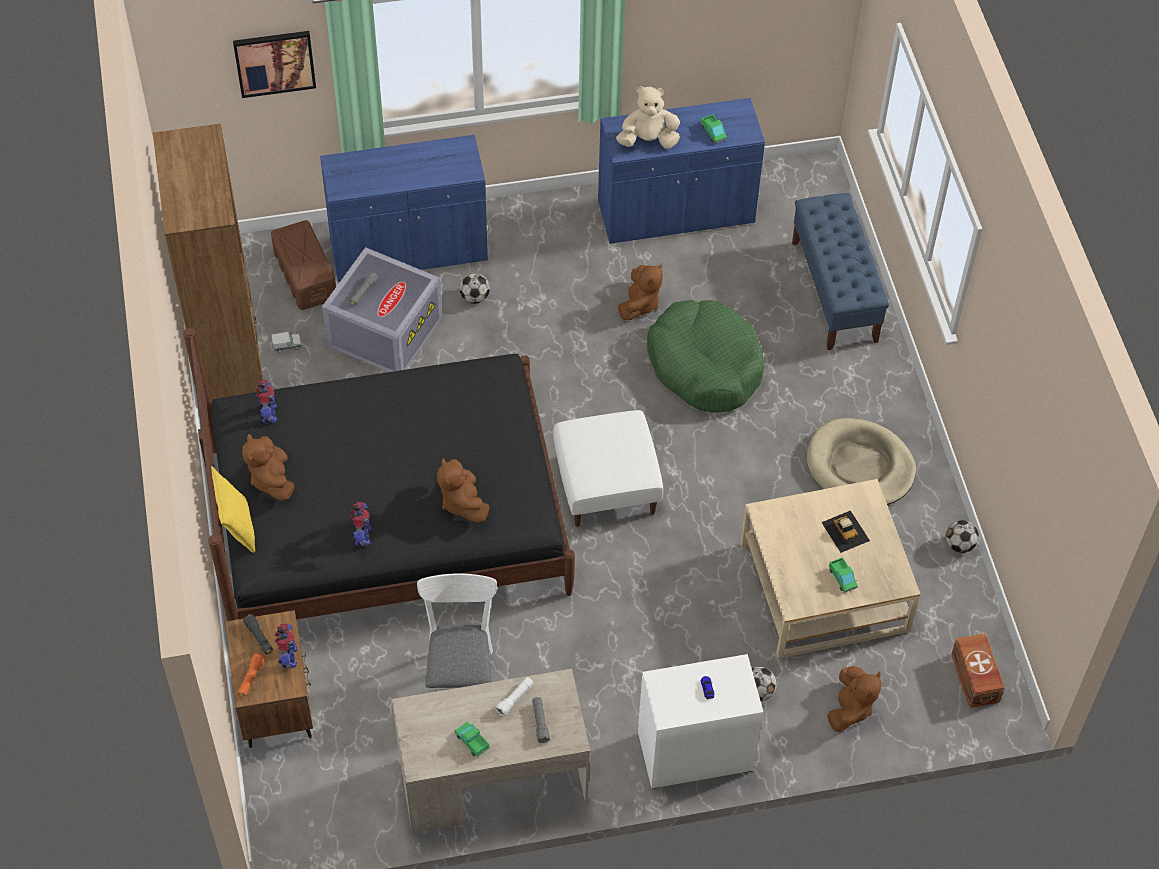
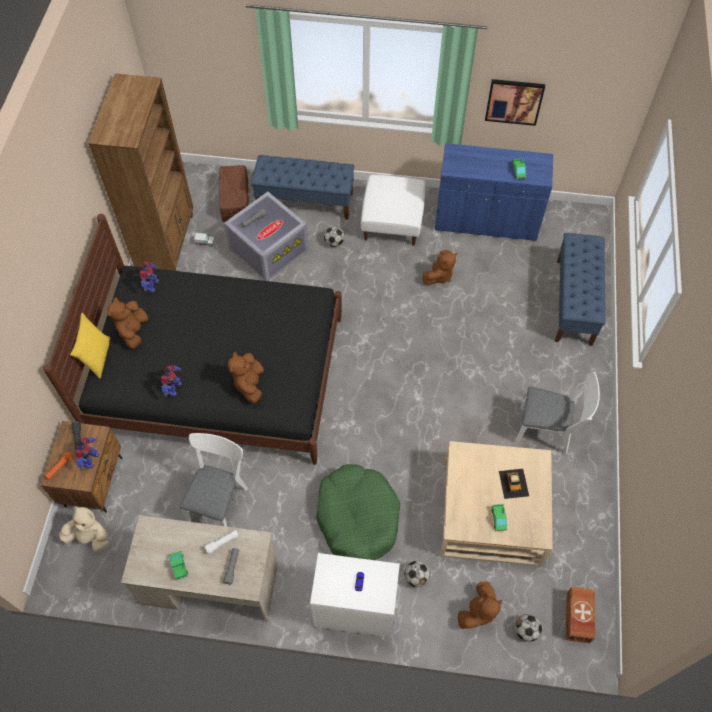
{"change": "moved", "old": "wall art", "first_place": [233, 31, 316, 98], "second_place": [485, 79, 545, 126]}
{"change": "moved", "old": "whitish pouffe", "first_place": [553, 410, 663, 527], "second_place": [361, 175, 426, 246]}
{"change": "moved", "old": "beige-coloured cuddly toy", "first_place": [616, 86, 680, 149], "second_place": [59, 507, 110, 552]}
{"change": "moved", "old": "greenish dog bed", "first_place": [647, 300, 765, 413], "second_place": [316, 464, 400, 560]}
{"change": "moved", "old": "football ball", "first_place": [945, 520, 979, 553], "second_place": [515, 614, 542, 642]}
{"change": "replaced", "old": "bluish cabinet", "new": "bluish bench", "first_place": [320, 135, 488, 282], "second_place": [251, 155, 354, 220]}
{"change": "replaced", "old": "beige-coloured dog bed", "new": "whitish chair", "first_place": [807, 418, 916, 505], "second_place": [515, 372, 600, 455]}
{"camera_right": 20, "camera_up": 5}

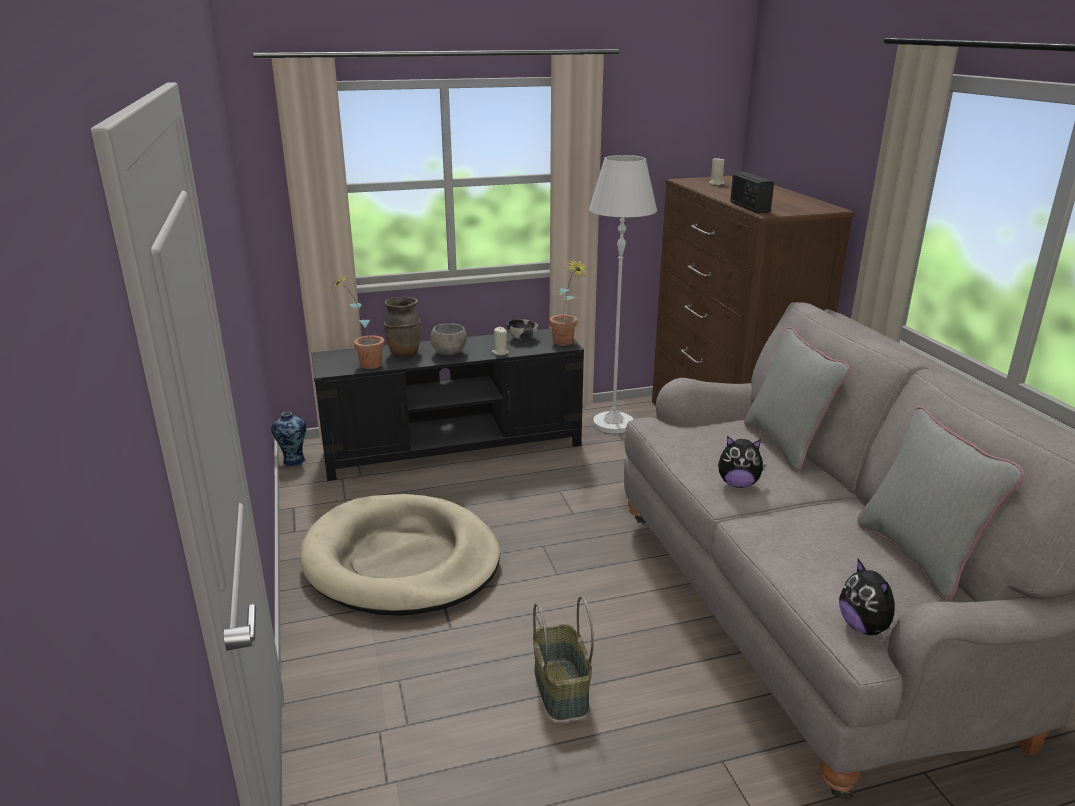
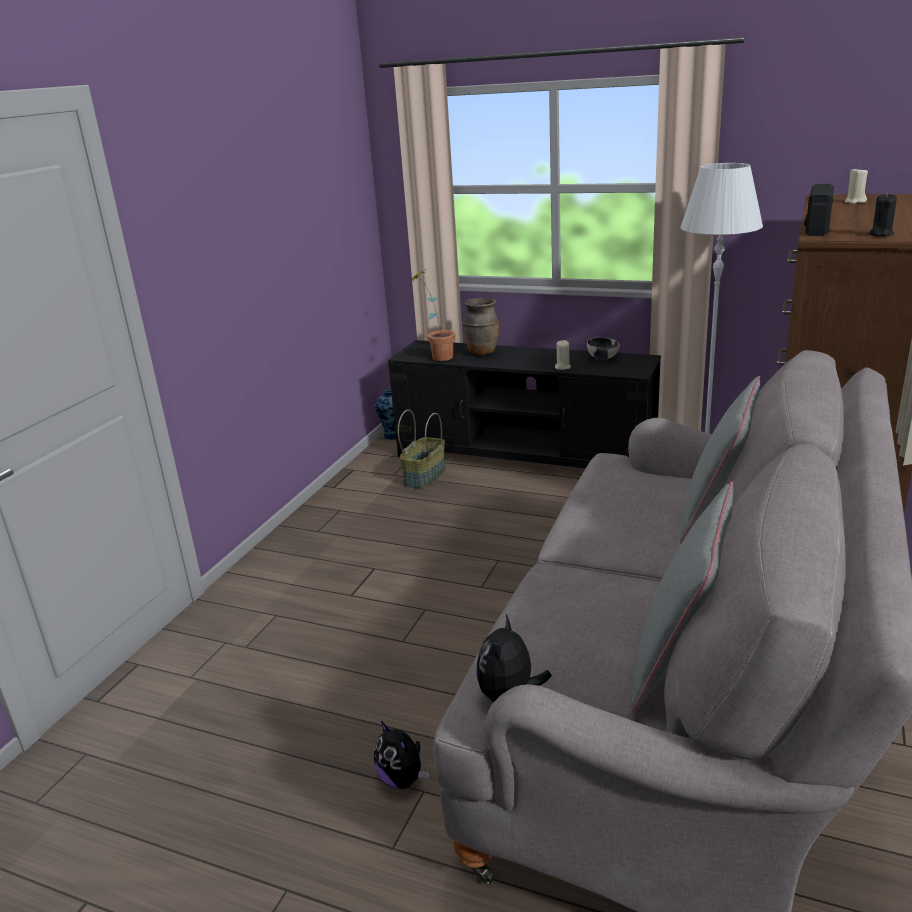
{"change": "removed", "old": "beige-coloured dog bed", "first_place": [300, 494, 500, 616]}
{"change": "removed", "old": "gray bowl", "first_place": [430, 323, 467, 356]}
{"change": "removed", "old": "potted plant", "first_place": [549, 259, 589, 346]}
{"change": "added", "new": "black wax candle", "second_place": [869, 193, 897, 236]}
{"change": "moved", "old": "household basket", "first_place": [533, 596, 594, 720], "second_place": [398, 409, 446, 489]}
{"change": "moved", "old": "cuddly toy", "first_place": [718, 436, 766, 488], "second_place": [374, 721, 429, 789]}
{"camera_right": 40, "camera_up": 0}

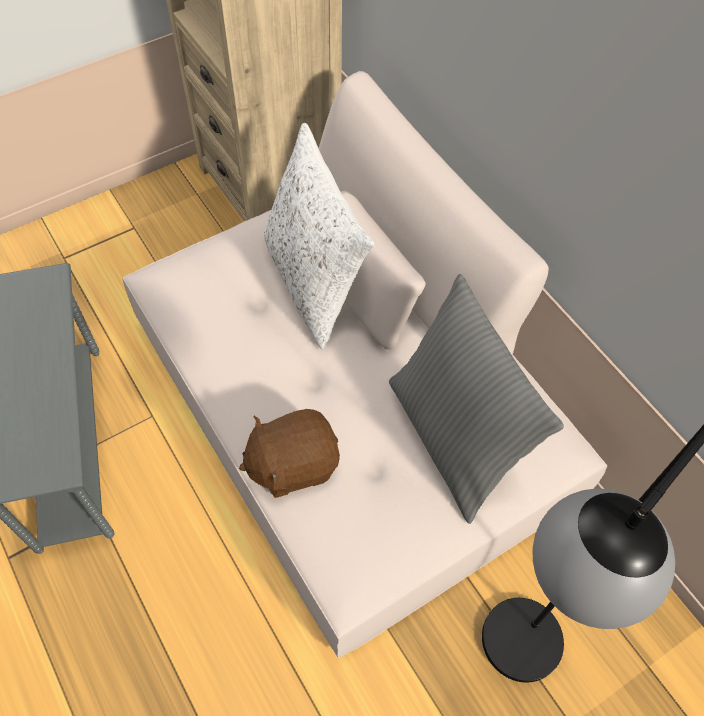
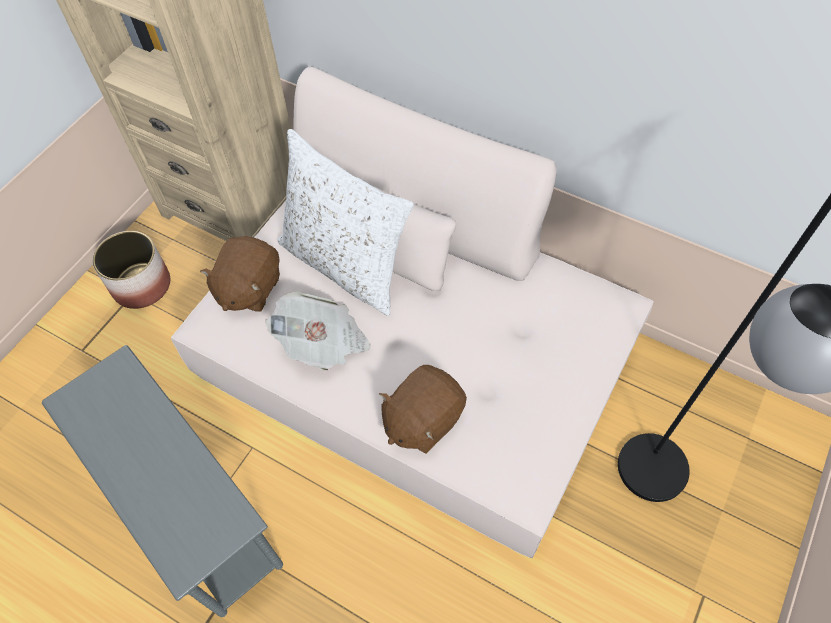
{"change": "removed", "old": "gray pillow", "first_place": [389, 274, 564, 524]}
{"change": "added", "new": "planter", "second_place": [93, 231, 170, 309]}
{"change": "added", "new": "brown cuddly toy", "second_place": [200, 236, 280, 312]}
{"change": "added", "new": "printed paper", "second_place": [265, 291, 371, 370]}
{"camera_right": -25, "camera_up": 0}

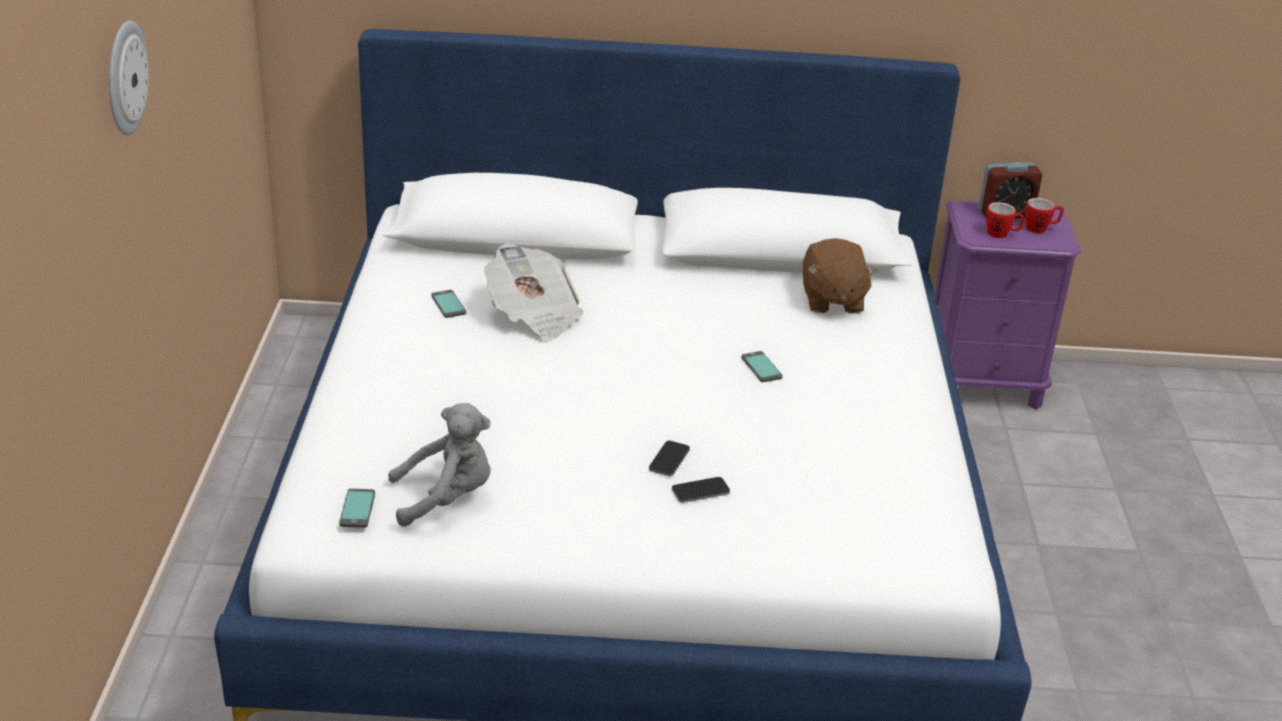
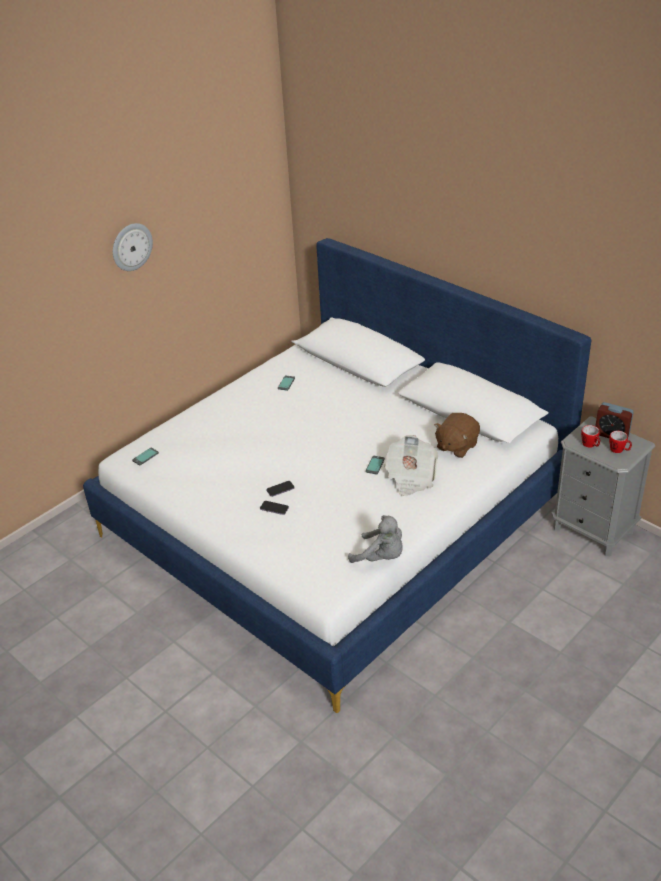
{"change": "moved", "old": "gray cuddly toy", "first_place": [388, 403, 491, 527], "second_place": [348, 515, 403, 563]}
{"change": "moved", "old": "printed paper", "first_place": [484, 244, 584, 341], "second_place": [384, 435, 438, 496]}
{"change": "recoloured", "old": "purplish bedside table", "new": "gray bedside table", "first_place": [934, 201, 1082, 410], "second_place": [551, 416, 655, 556]}
{"camera_right": 45, "camera_up": 5}

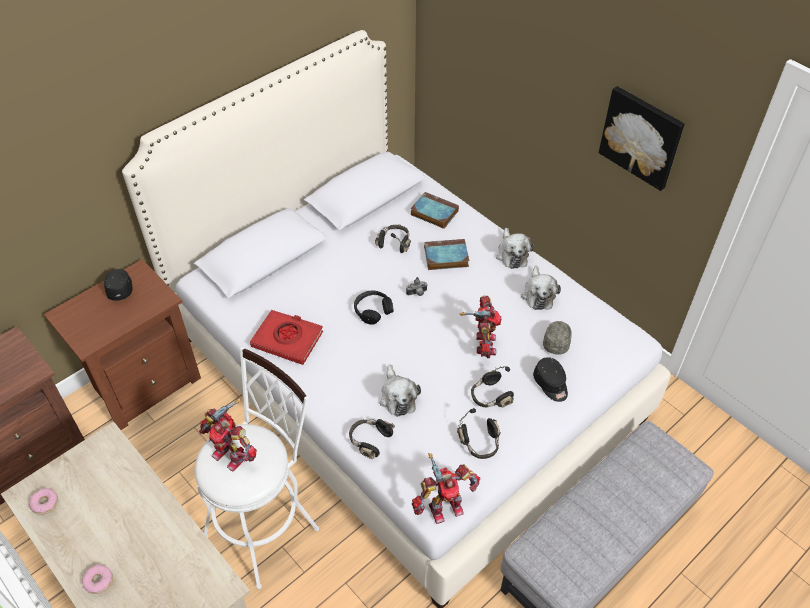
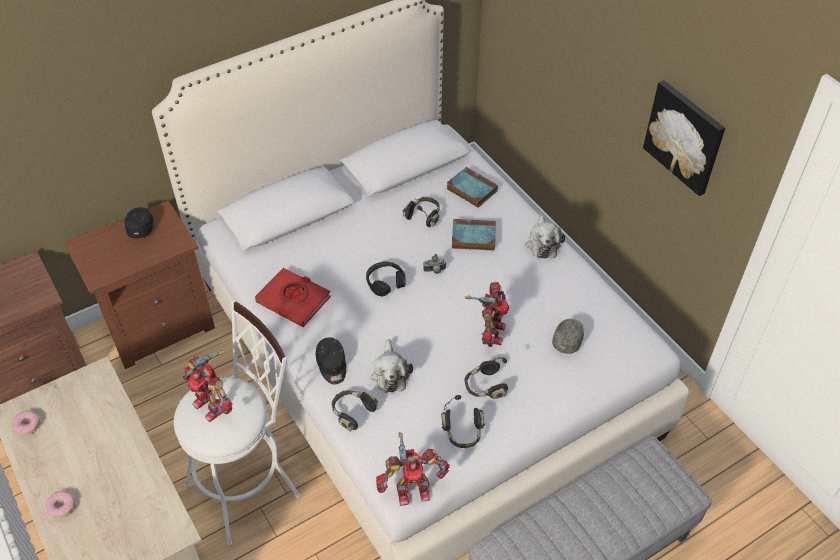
{"change": "removed", "old": "cuddly toy", "first_place": [521, 266, 561, 310]}
{"change": "moved", "old": "black peaked cap", "first_place": [533, 357, 568, 402], "second_place": [316, 337, 346, 384]}
{"camera_right": 10, "camera_up": 0}

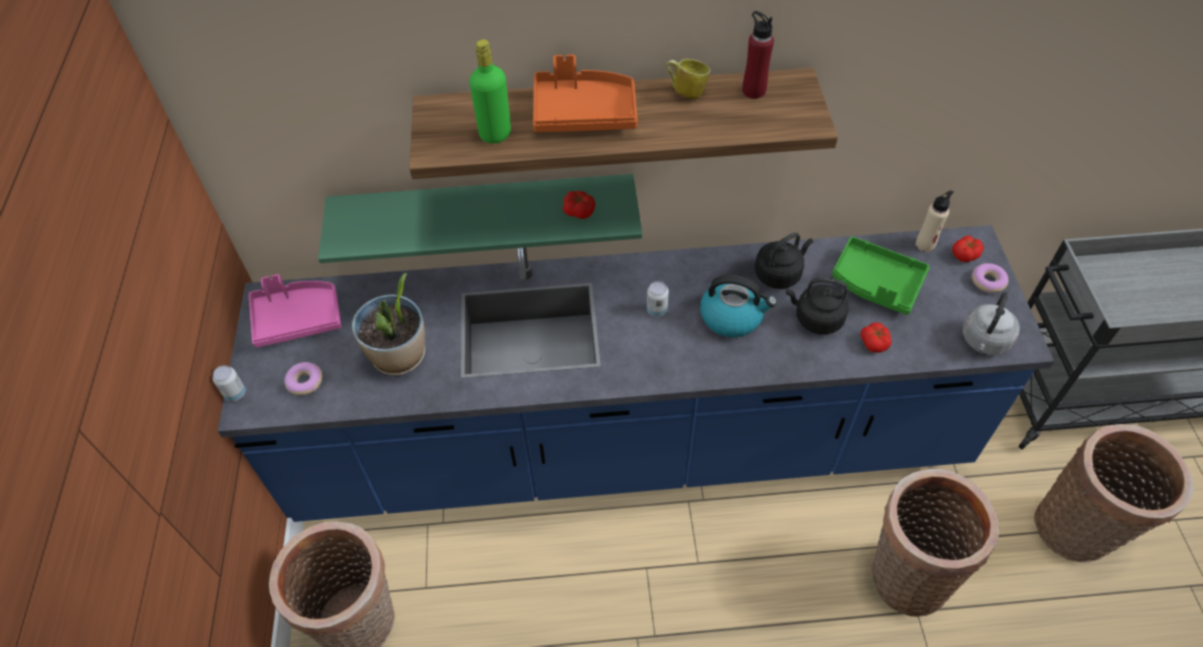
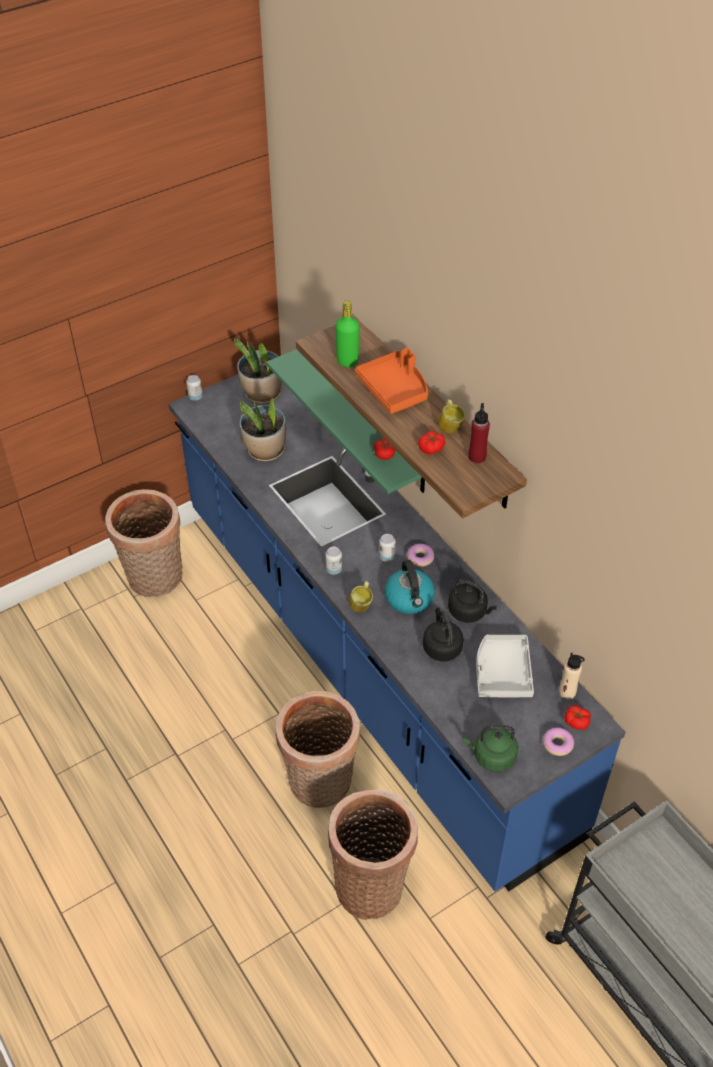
{"change": "added", "new": "can", "second_place": [325, 546, 342, 574]}
{"change": "added", "new": "coffee mug", "second_place": [349, 581, 373, 612]}
{"change": "moved", "old": "donut", "first_place": [284, 362, 323, 396], "second_place": [407, 544, 434, 567]}
{"change": "moved", "old": "fresh tomato", "first_place": [861, 322, 892, 353], "second_place": [418, 431, 446, 454]}
{"change": "moved", "old": "household basket", "first_place": [1034, 424, 1194, 563], "second_place": [276, 691, 360, 808]}
{"change": "replaced", "old": "pinkish serving tray", "new": "potted plant", "first_place": [249, 274, 341, 348], "second_place": [234, 338, 282, 404]}
{"change": "recoloured", "old": "greenish serving tray", "new": "gray serving tray", "first_place": [832, 237, 930, 315], "second_place": [476, 635, 534, 697]}
{"change": "recoloured", "old": "gray kettle", "new": "greenish kettle", "first_place": [963, 292, 1020, 355], "second_place": [463, 725, 518, 772]}
{"camera_right": 60, "camera_up": -5}

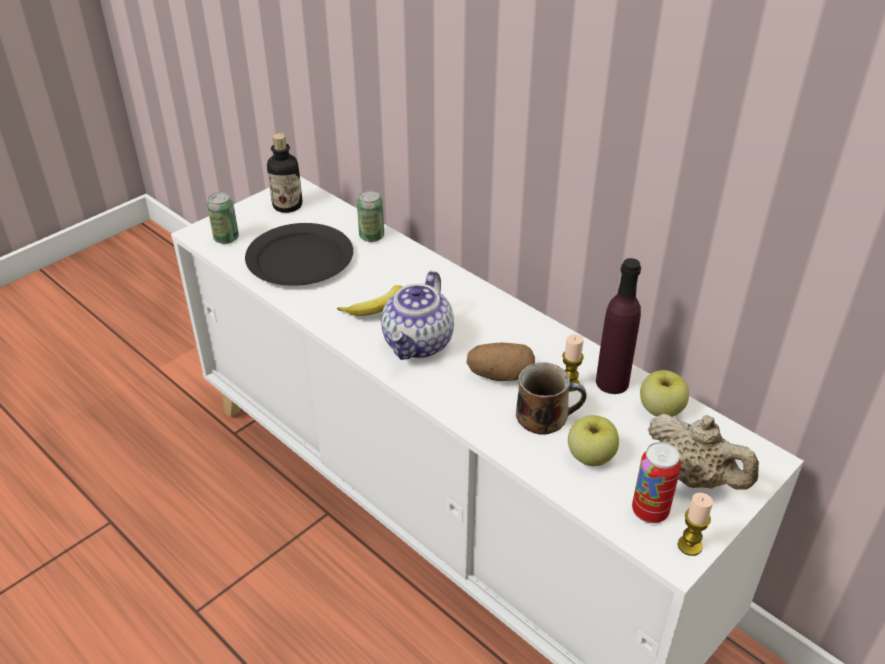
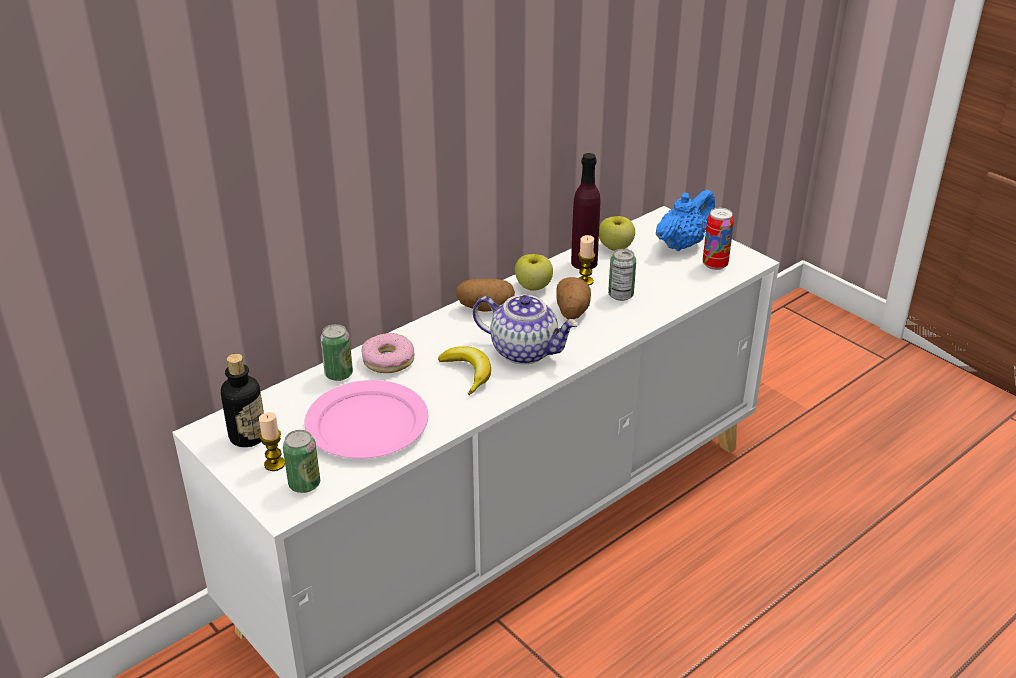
{"change": "added", "new": "donut", "second_place": [362, 333, 414, 373]}
{"change": "added", "new": "spud", "second_place": [456, 278, 515, 312]}
{"change": "moved", "old": "apple fruit", "first_place": [568, 415, 619, 466], "second_place": [515, 254, 553, 291]}
{"change": "moved", "old": "wax candle", "first_place": [678, 493, 713, 556], "second_place": [259, 412, 285, 471]}
{"change": "replaced", "old": "coffee mug", "new": "can", "first_place": [516, 362, 587, 435], "second_place": [608, 249, 636, 301]}
{"change": "recoloured", "old": "black plate", "new": "pinkish plate", "first_place": [245, 223, 353, 286], "second_place": [304, 380, 428, 459]}
{"change": "recoloured", "old": "beige-coloured teapot", "new": "bluish teapot", "first_place": [648, 414, 759, 489], "second_place": [656, 190, 715, 251]}
{"camera_right": -85, "camera_up": -5}

